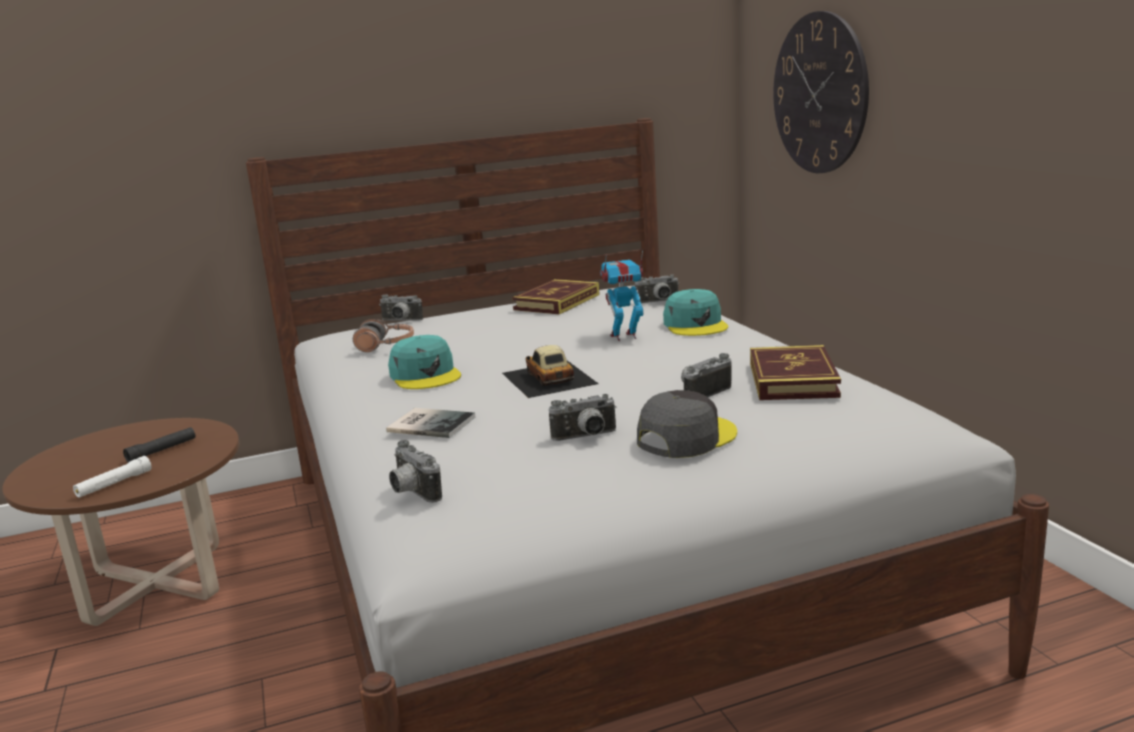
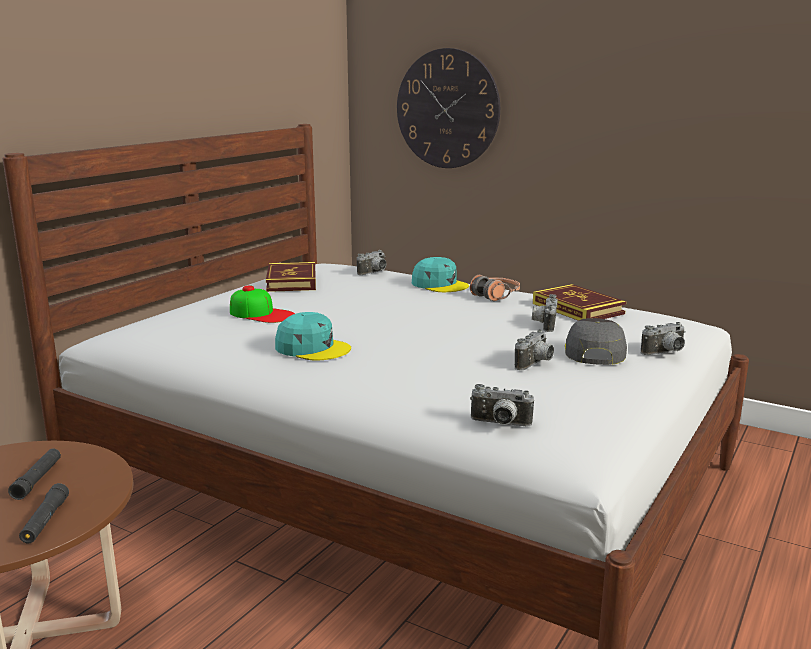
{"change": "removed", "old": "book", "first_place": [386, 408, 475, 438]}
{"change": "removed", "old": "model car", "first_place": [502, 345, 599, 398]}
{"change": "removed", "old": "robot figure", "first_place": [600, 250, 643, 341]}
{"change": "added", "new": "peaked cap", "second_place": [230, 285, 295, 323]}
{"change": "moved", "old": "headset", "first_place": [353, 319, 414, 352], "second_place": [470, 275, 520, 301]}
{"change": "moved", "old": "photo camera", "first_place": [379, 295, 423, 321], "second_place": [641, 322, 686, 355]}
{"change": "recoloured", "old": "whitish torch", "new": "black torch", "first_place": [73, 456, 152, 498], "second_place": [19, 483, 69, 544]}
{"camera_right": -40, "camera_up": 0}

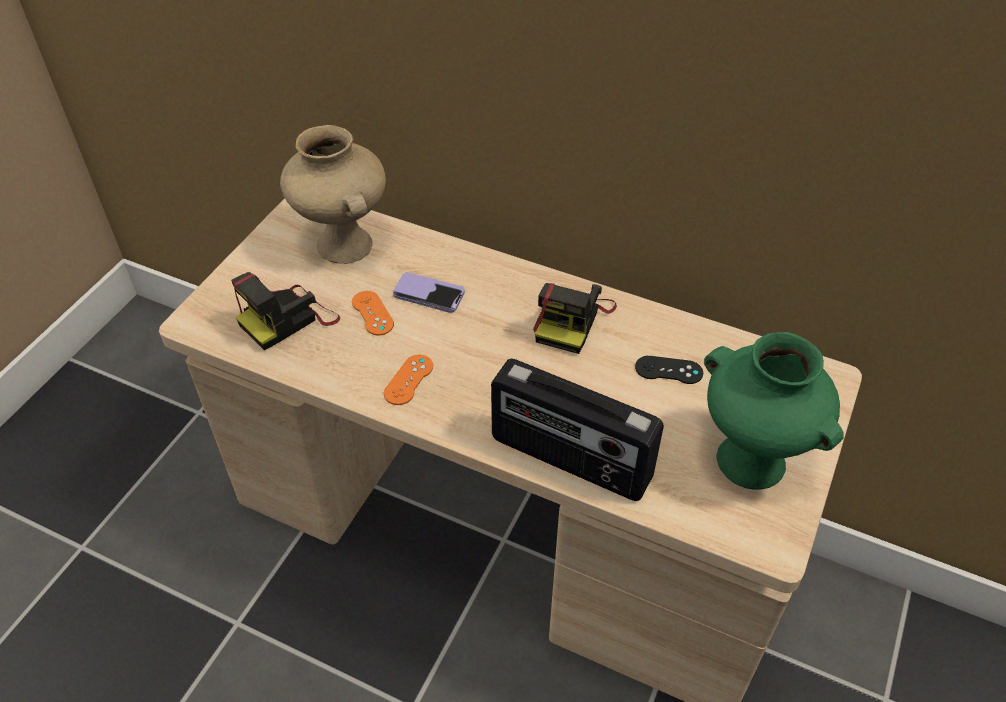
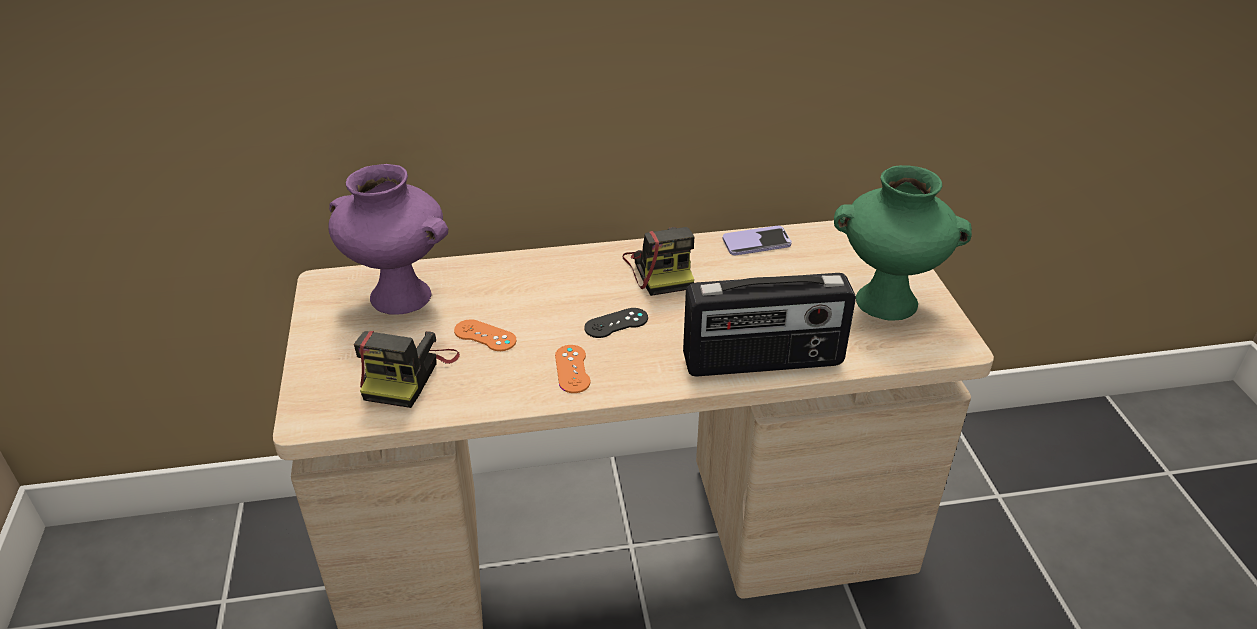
{"change": "moved", "old": "telephone", "first_place": [393, 272, 465, 313], "second_place": [722, 226, 792, 255]}
{"change": "moved", "old": "black game controller", "first_place": [635, 356, 703, 384], "second_place": [584, 308, 648, 338]}
{"change": "recoloured", "old": "beige-coloured flower vase", "new": "purplish flower vase", "first_place": [280, 125, 386, 264], "second_place": [328, 164, 448, 315]}
{"camera_right": -35, "camera_up": -10}

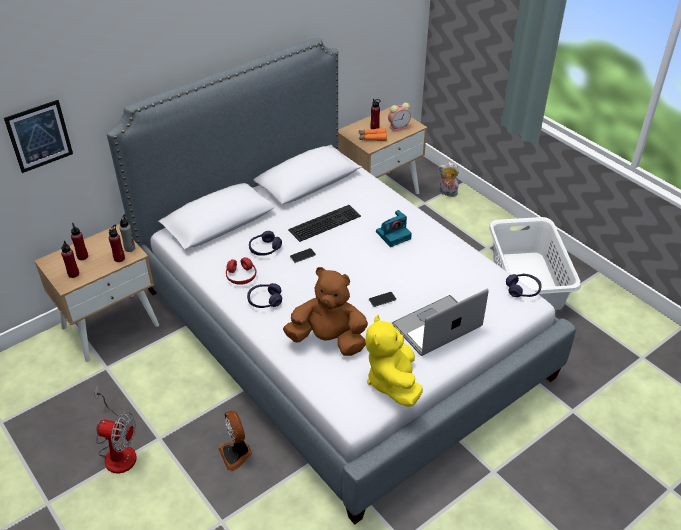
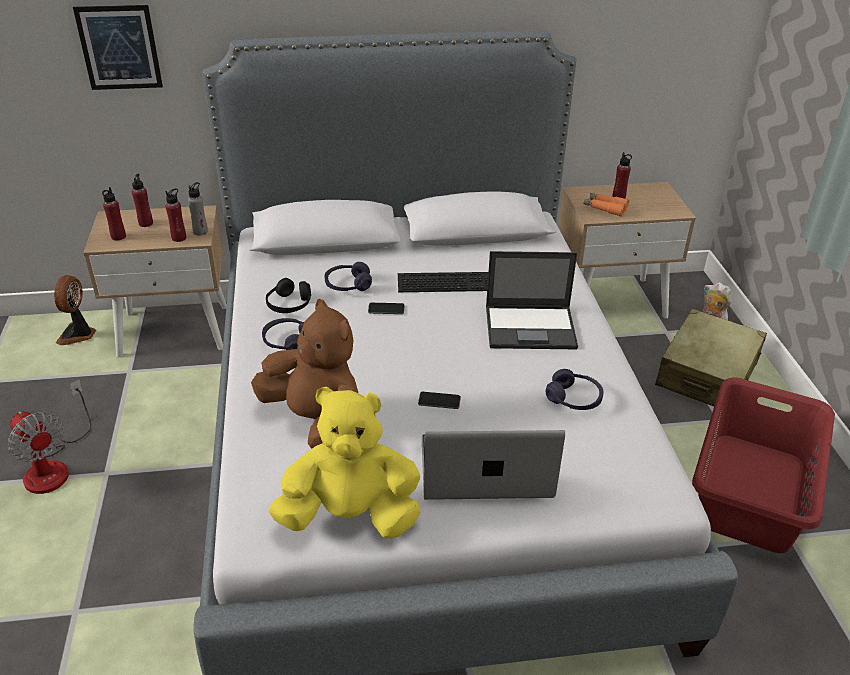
{"change": "removed", "old": "bedside clock", "first_place": [388, 103, 411, 132]}
{"change": "added", "new": "beige-coloured piece of luggage", "second_place": [655, 309, 767, 406]}
{"change": "moved", "old": "electric fan", "first_place": [218, 410, 252, 471], "second_place": [54, 275, 96, 345]}
{"change": "moved", "old": "purplish headset", "first_place": [506, 274, 542, 297], "second_place": [546, 369, 604, 410]}
{"change": "replaced", "old": "photo camera", "new": "laptop", "first_place": [376, 210, 412, 247], "second_place": [486, 251, 578, 349]}
{"change": "recoloured", "old": "red-coloured headset", "new": "black headset", "first_place": [226, 257, 257, 285], "second_place": [266, 278, 311, 313]}
{"change": "recoloured", "old": "whitish washing basket", "new": "red-coloured washing basket", "first_place": [489, 217, 581, 310], "second_place": [692, 377, 835, 553]}
{"change": "turned", "old": "yellow cuddly toy", "first_place": [366, 314, 423, 407], "second_place": [268, 387, 421, 539], "degrees": 60}
{"camera_right": 30, "camera_up": -5}

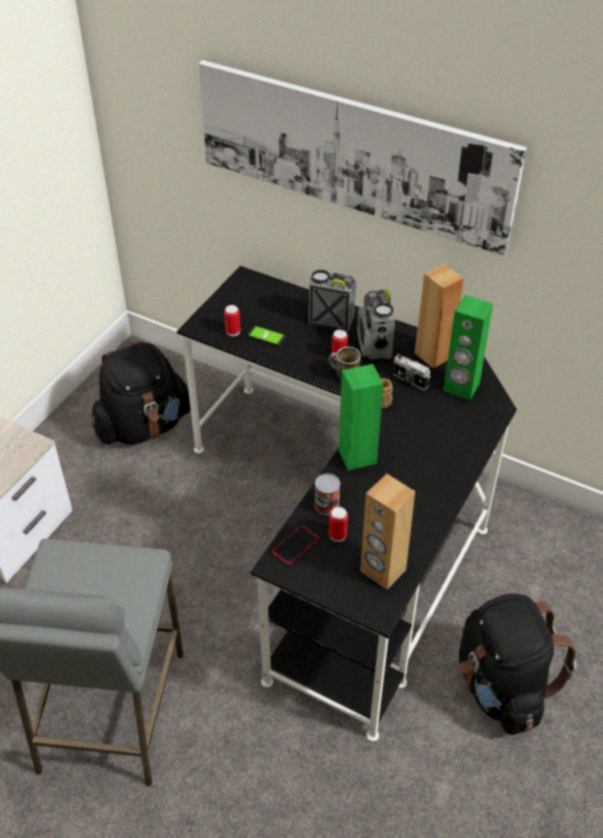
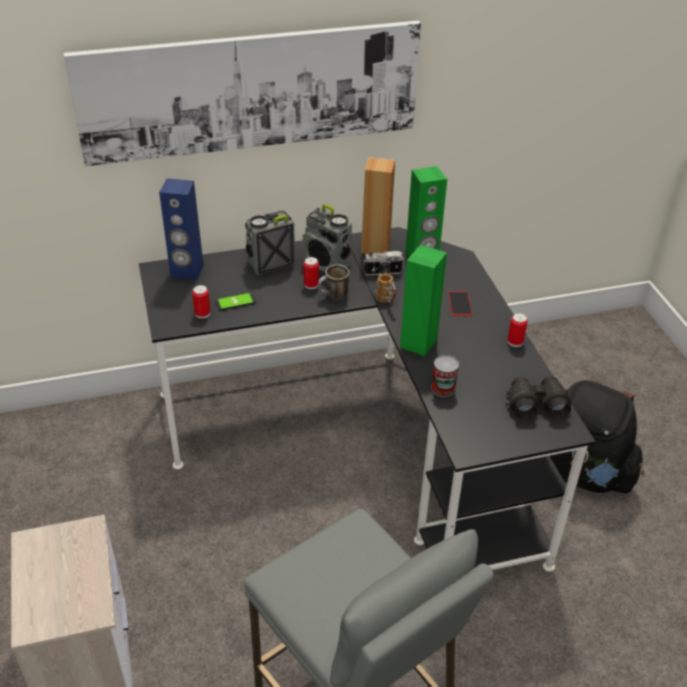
{"change": "removed", "old": "black backpack", "first_place": [92, 340, 191, 445]}
{"change": "added", "new": "bluish loudspeaker", "second_place": [159, 178, 203, 280]}
{"change": "moved", "old": "telephone", "first_place": [272, 525, 319, 565], "second_place": [448, 291, 473, 316]}
{"change": "moved", "old": "can", "first_place": [329, 507, 348, 542], "second_place": [507, 313, 528, 347]}
{"change": "replaced", "old": "brown loudspeaker", "new": "black pair of binoculars", "first_place": [360, 474, 415, 590], "second_place": [506, 376, 572, 419]}
{"camera_right": -45, "camera_up": -5}

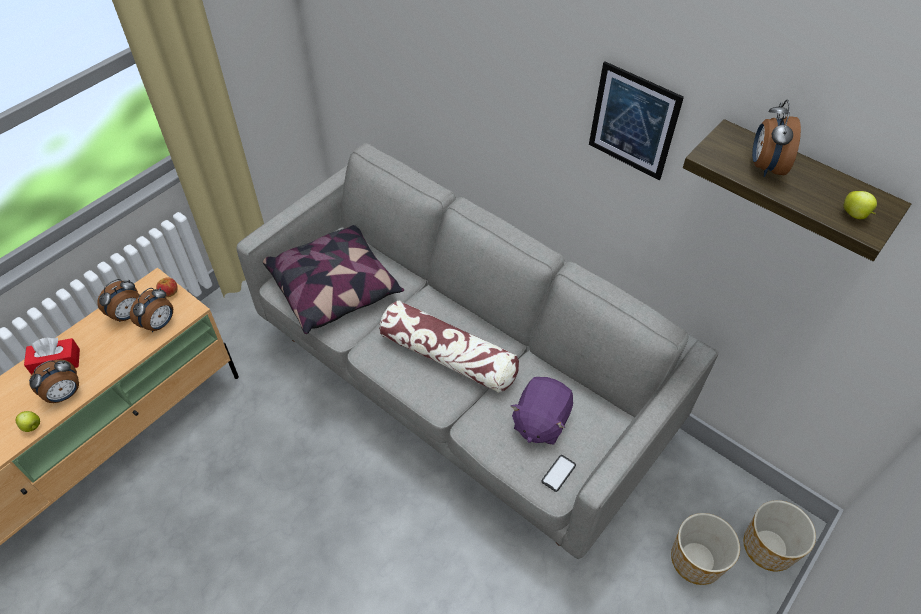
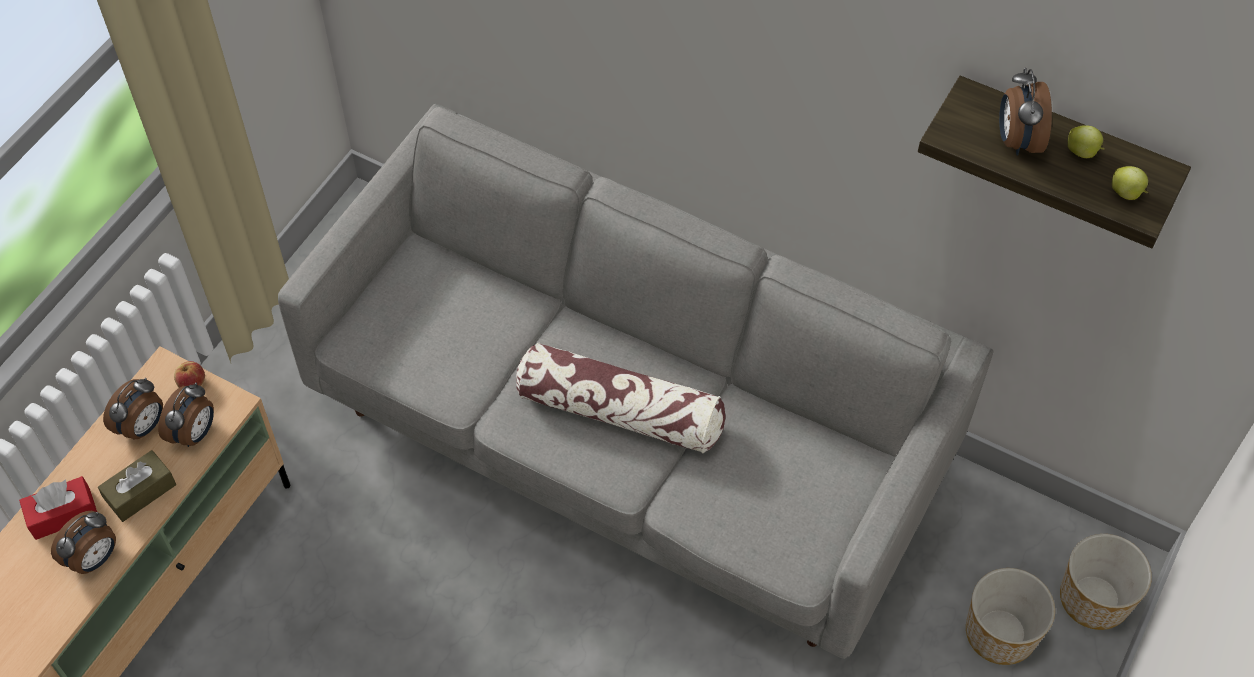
{"change": "removed", "old": "pillow", "first_place": [263, 225, 404, 334]}
{"change": "removed", "old": "purplish cuddly toy", "first_place": [511, 377, 573, 445]}
{"change": "removed", "old": "telephone", "first_place": [541, 455, 576, 492]}
{"change": "removed", "old": "wall art", "first_place": [589, 61, 684, 180]}
{"change": "added", "new": "brown tissue holder", "second_place": [98, 450, 176, 522]}
{"change": "moved", "old": "apple fruit", "first_place": [15, 411, 40, 432], "second_place": [1068, 125, 1105, 158]}
{"camera_right": -10, "camera_up": 5}

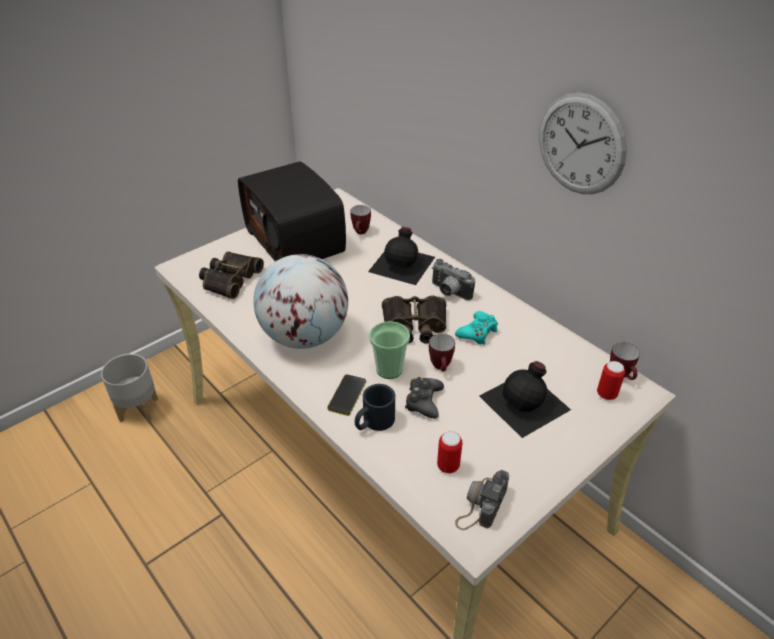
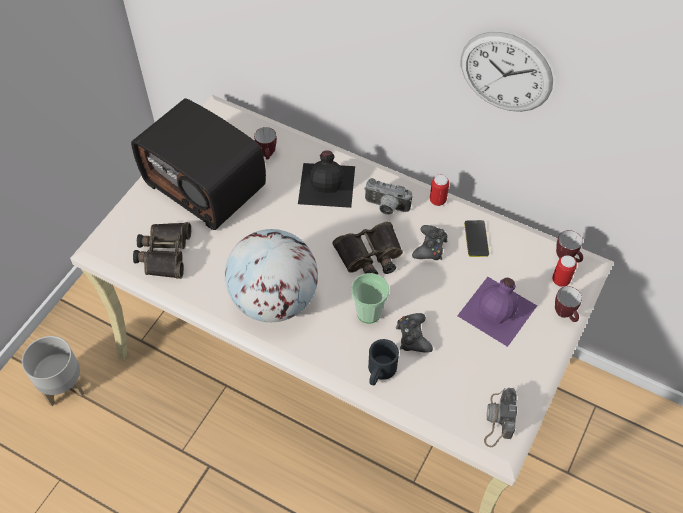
{"change": "moved", "old": "telephone", "first_place": [327, 374, 366, 416], "second_place": [464, 220, 489, 257]}
{"change": "moved", "old": "coffee mug", "first_place": [429, 334, 455, 371], "second_place": [555, 286, 582, 322]}
{"change": "moved", "old": "can", "first_place": [437, 431, 462, 474], "second_place": [430, 175, 449, 206]}
{"change": "recoloured", "old": "turquoise game controller", "new": "black game controller", "first_place": [455, 311, 498, 345], "second_place": [412, 225, 448, 260]}
{"change": "recoloured", "old": "black beverage bottle", "new": "purplish beverage bottle", "first_place": [479, 361, 571, 438], "second_place": [457, 277, 537, 347]}
{"camera_right": -20, "camera_up": 15}

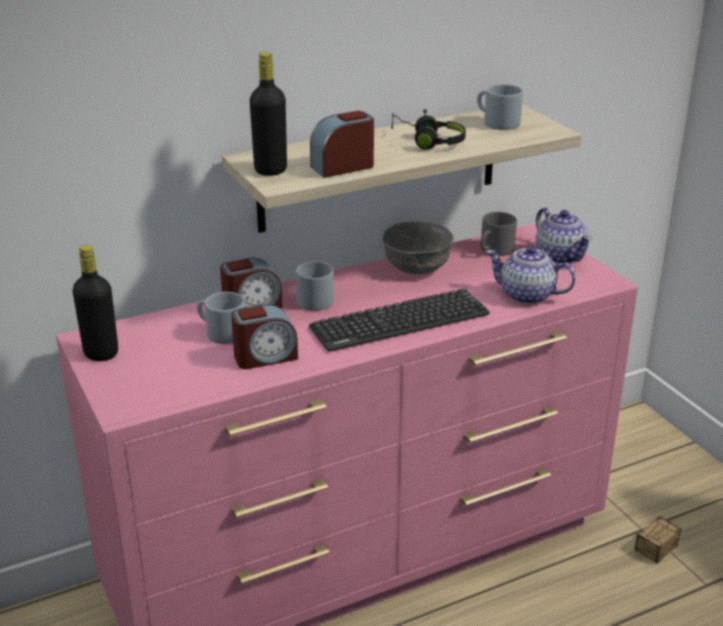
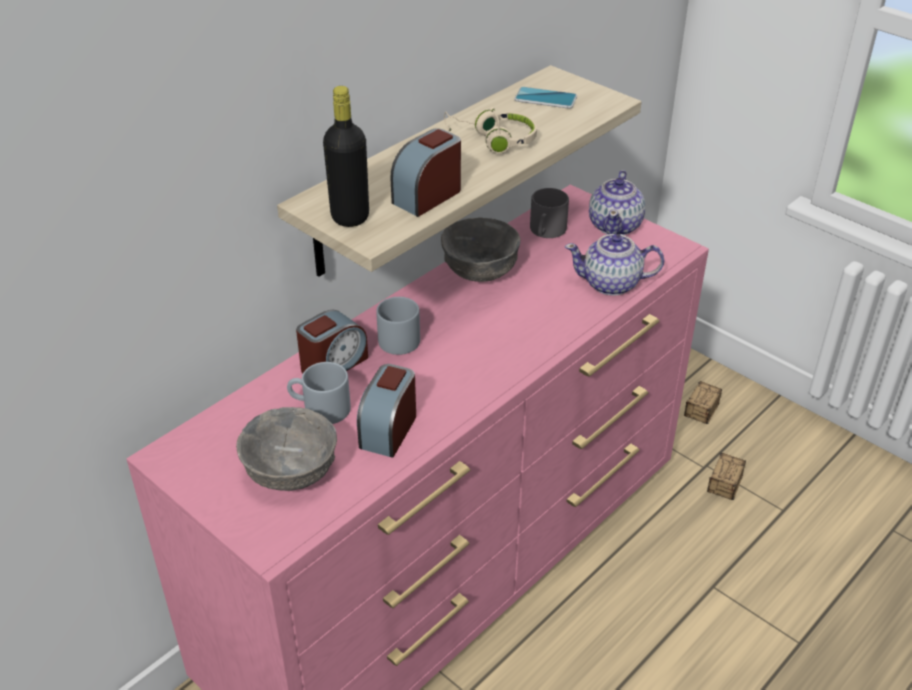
{"change": "removed", "old": "black beverage bottle", "first_place": [73, 245, 118, 361]}
{"change": "removed", "old": "PC keyboard", "first_place": [309, 288, 490, 352]}
{"change": "added", "new": "gray bowl", "second_place": [236, 407, 337, 491]}
{"change": "added", "new": "storage box", "second_place": [684, 381, 722, 424]}
{"change": "replaced", "old": "gray coffee mug", "new": "telephone", "first_place": [477, 84, 523, 130], "second_place": [514, 87, 577, 109]}
{"change": "recoloured", "old": "black headset", "new": "beige-coloured headset", "first_place": [391, 109, 466, 150], "second_place": [444, 107, 537, 154]}
{"change": "turned", "old": "bedside clock", "first_place": [231, 304, 298, 369], "second_place": [357, 364, 416, 458], "degrees": 150}
{"change": "turned", "old": "teapot", "first_place": [536, 208, 592, 264], "second_place": [589, 170, 645, 235], "degrees": 60}
{"camera_right": -20, "camera_up": 10}

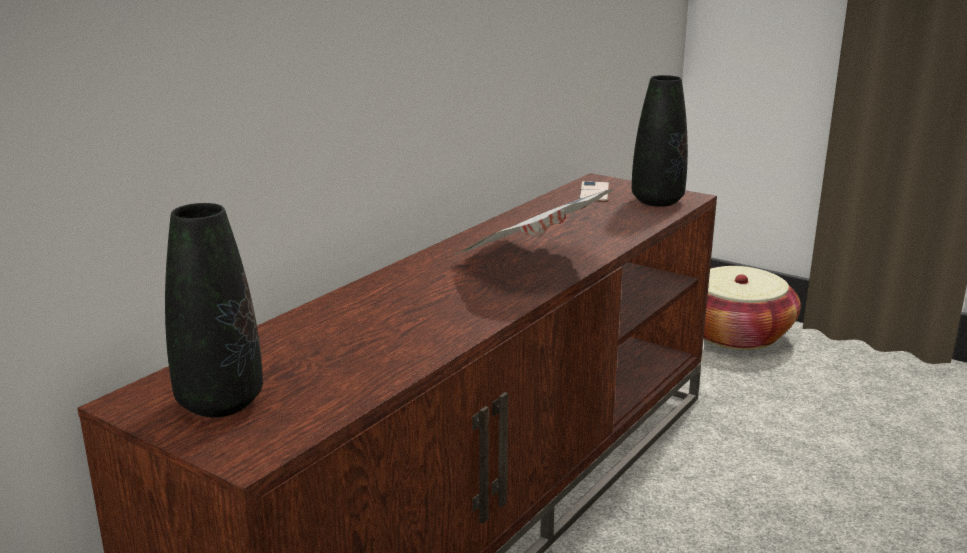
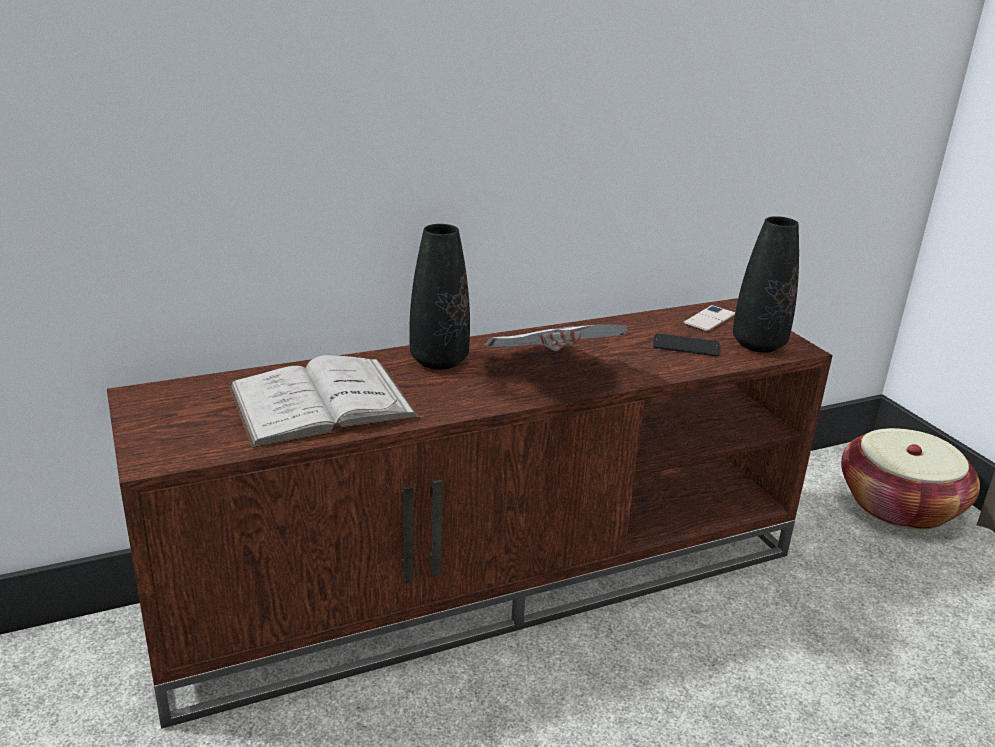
{"change": "added", "new": "whitish book", "second_place": [229, 355, 420, 448]}
{"change": "added", "new": "telephone", "second_place": [652, 333, 720, 357]}
{"change": "moved", "old": "black flower vase", "first_place": [165, 203, 263, 417], "second_place": [409, 224, 470, 370]}
{"camera_right": 30, "camera_up": 5}

